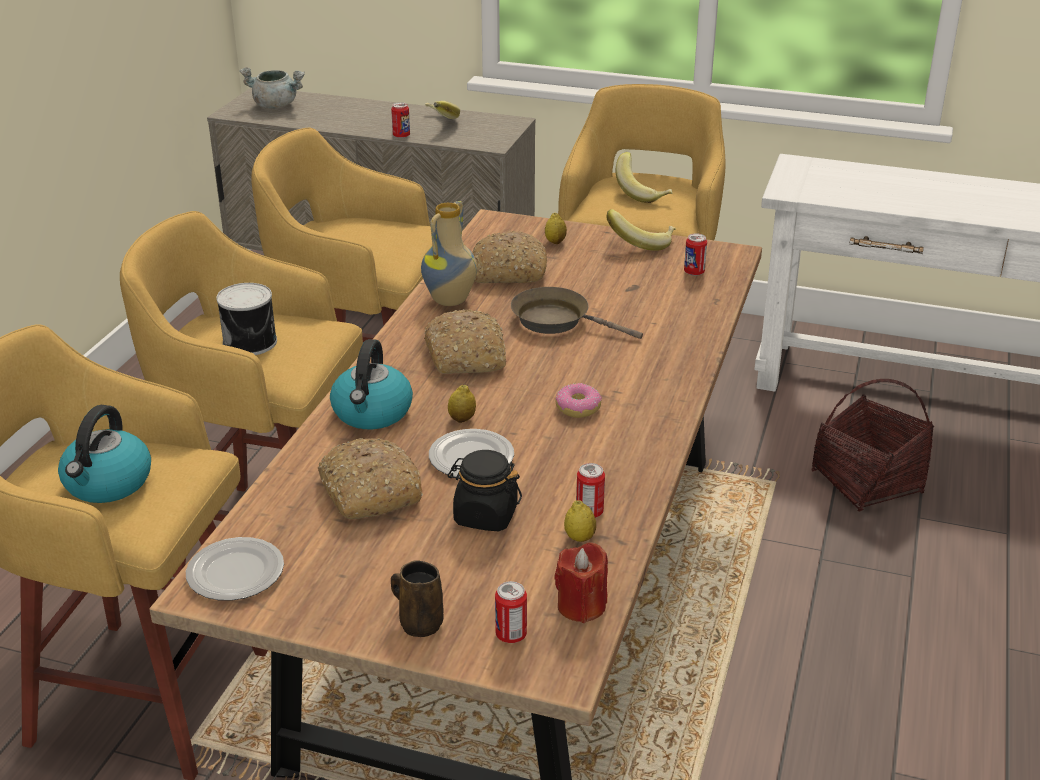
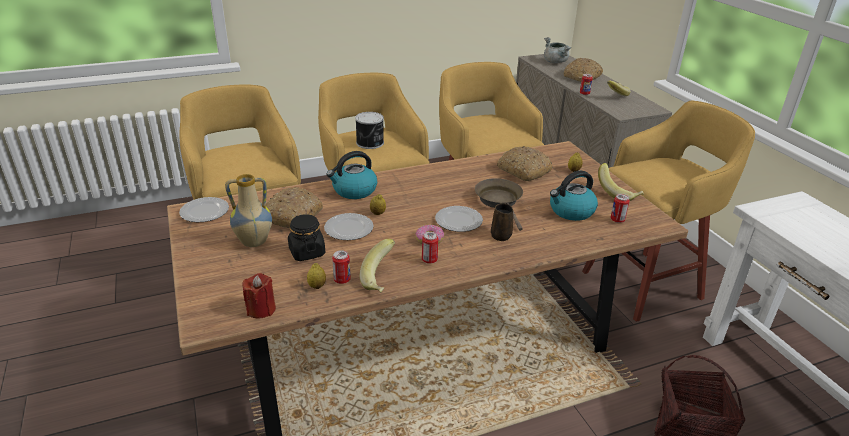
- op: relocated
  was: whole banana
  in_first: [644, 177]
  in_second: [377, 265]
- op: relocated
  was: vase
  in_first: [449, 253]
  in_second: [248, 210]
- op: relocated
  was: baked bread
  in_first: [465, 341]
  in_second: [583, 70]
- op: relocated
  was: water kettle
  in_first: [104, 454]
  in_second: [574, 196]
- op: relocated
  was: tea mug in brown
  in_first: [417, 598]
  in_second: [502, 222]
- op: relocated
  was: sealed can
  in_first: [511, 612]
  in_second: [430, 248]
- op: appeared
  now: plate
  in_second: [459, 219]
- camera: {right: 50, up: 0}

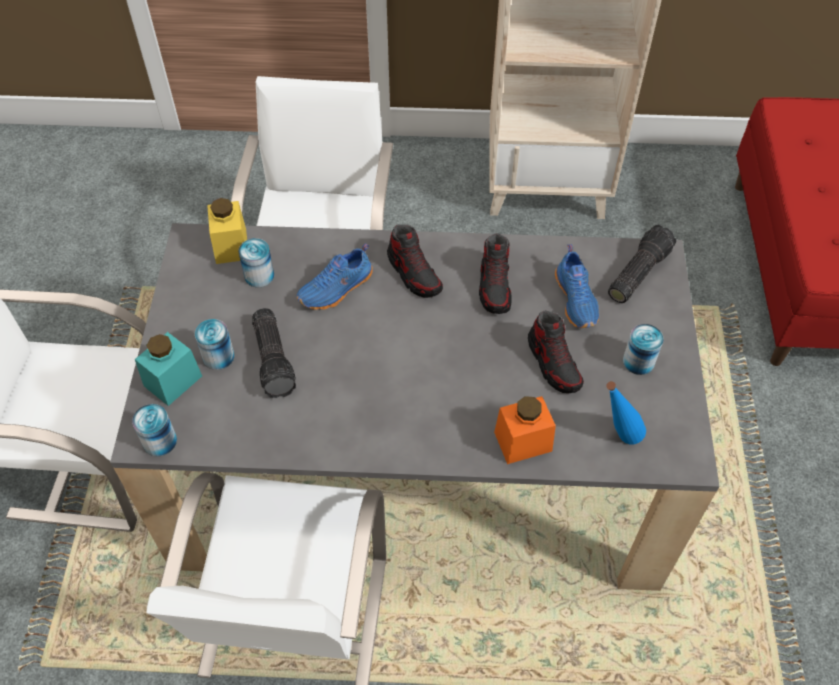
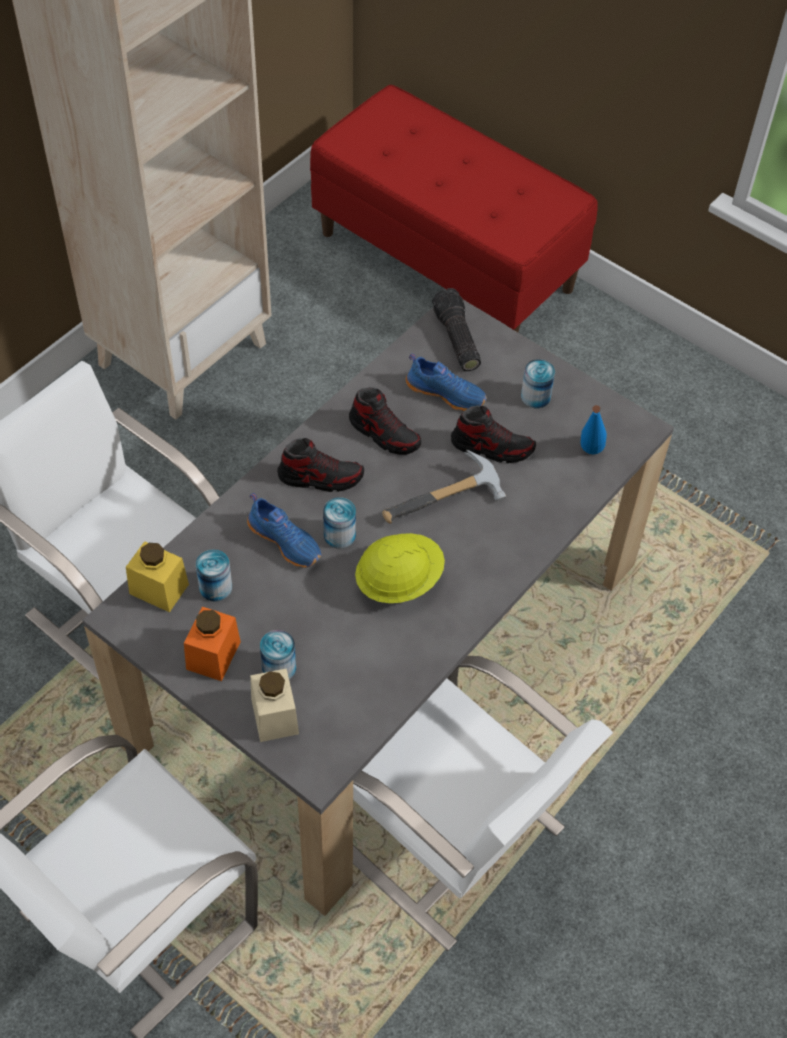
- op: spun
  was: item of footwear in blue
  in_first: [334, 276]
  in_second: [284, 530]
  clockwise: -45
- op: missing
  was: flashlight
  in_first: [274, 353]
- op: colour
  was: jar in blue-green
  now: jar in beige
  in_first: [168, 369]
  in_second: [274, 705]
- op: relocated
  was: jar in orange-coloured
  in_first: [525, 430]
  in_second: [212, 644]
- op: relocated
  was: sealed can
  in_first: [154, 430]
  in_second: [339, 523]
- op: appeared
  now: hammer
  in_second: [444, 487]
- op: appeared
  now: safety helmet in yellowish
  in_second: [400, 568]
- camera: {right: -55, up: 0}

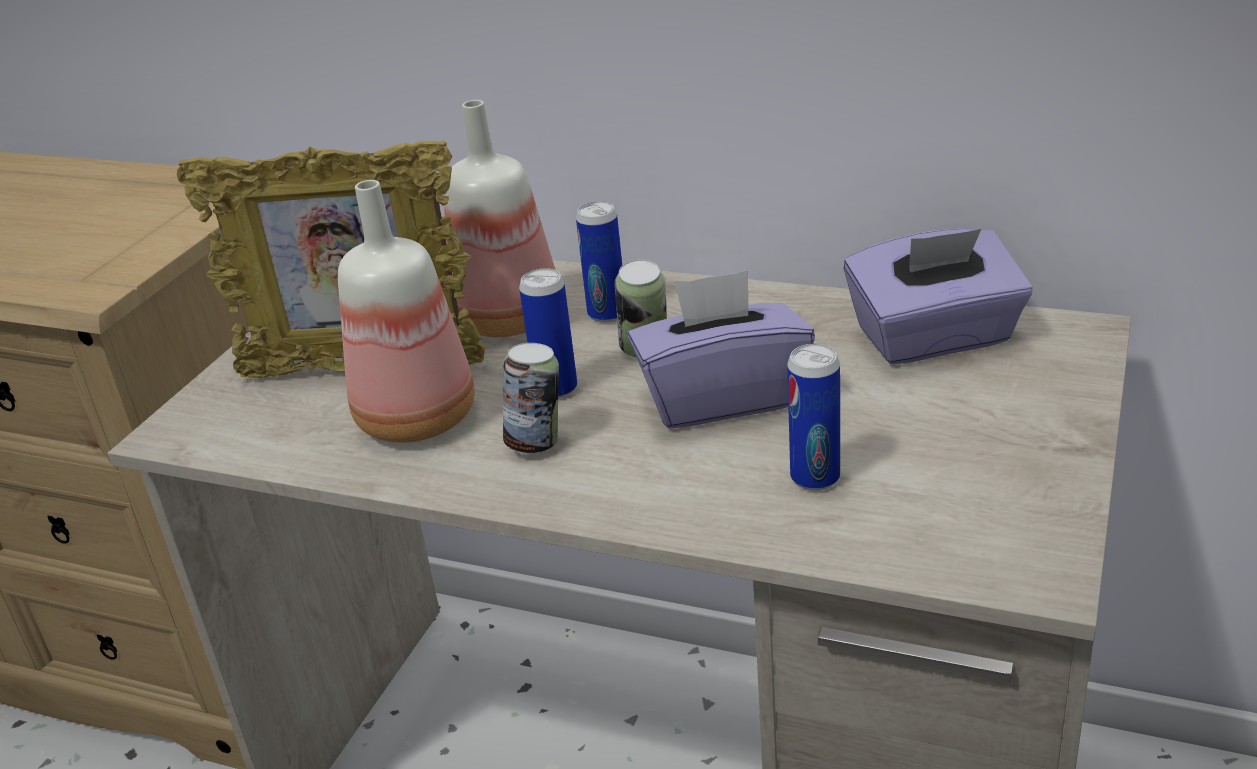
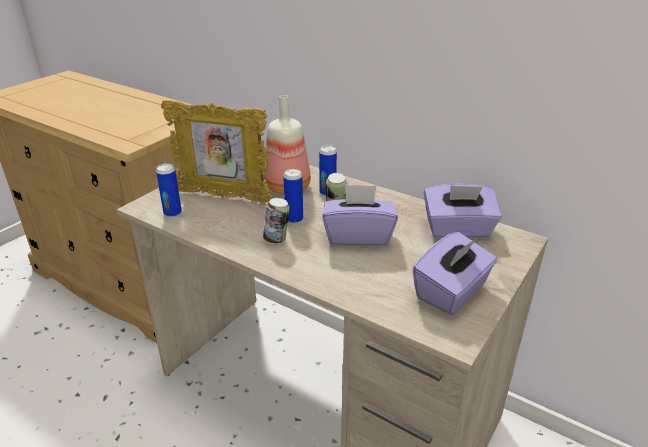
- op: missing
  was: beverage bottle
  in_first: [406, 311]
- op: relocated
  was: sealed can
  in_first: [813, 417]
  in_second: [169, 190]
- op: appeared
  now: tissue box in purple
  in_second: [455, 273]
- camera: {right: 10, up: 0}

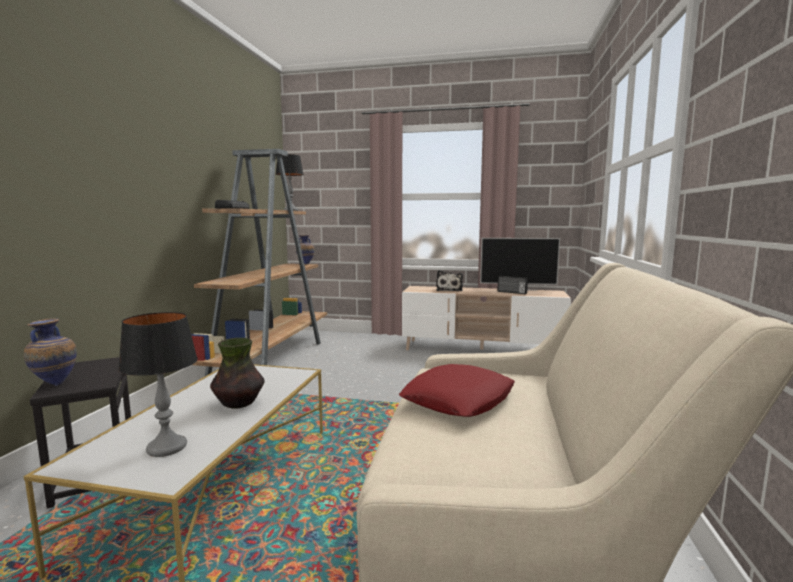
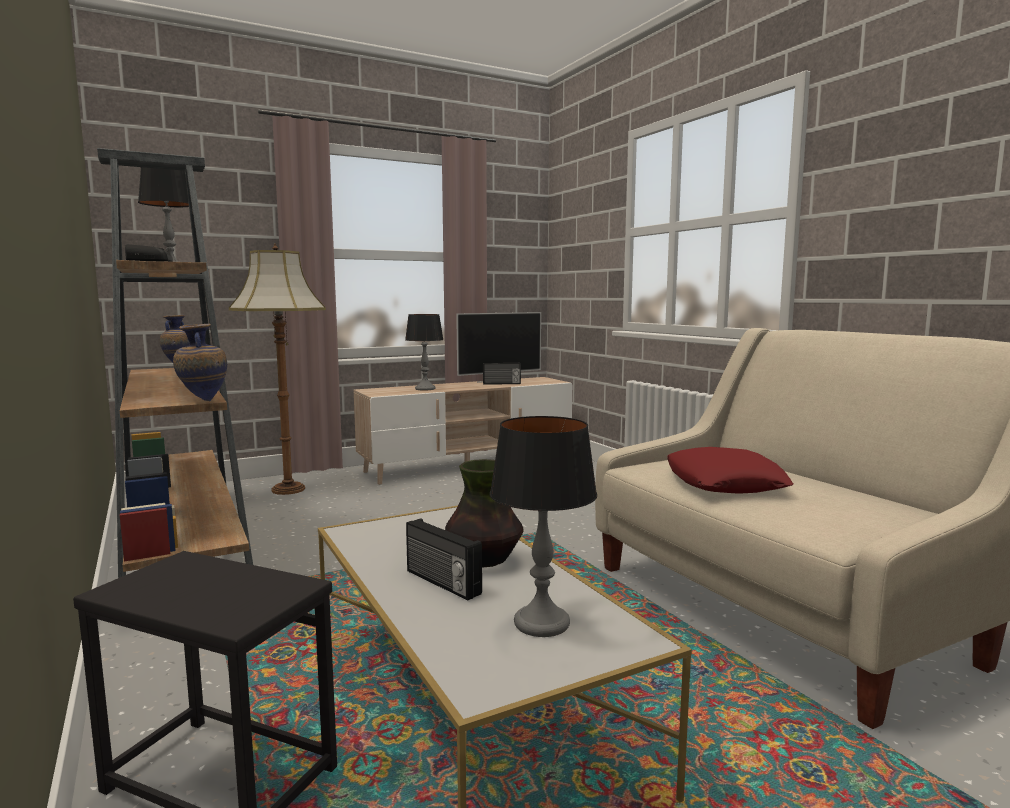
- op: exchanged
  was: cuddly toy
  now: table lamp
  in_first: [449, 280]
  in_second: [424, 352]
- op: relocated
  was: vase
  in_first: [50, 352]
  in_second: [200, 362]
- op: appeared
  now: standard lamp
  in_second: [277, 369]
- op: appeared
  now: radio receiver
  in_second: [444, 559]
- camera: {right: -40, up: 0}

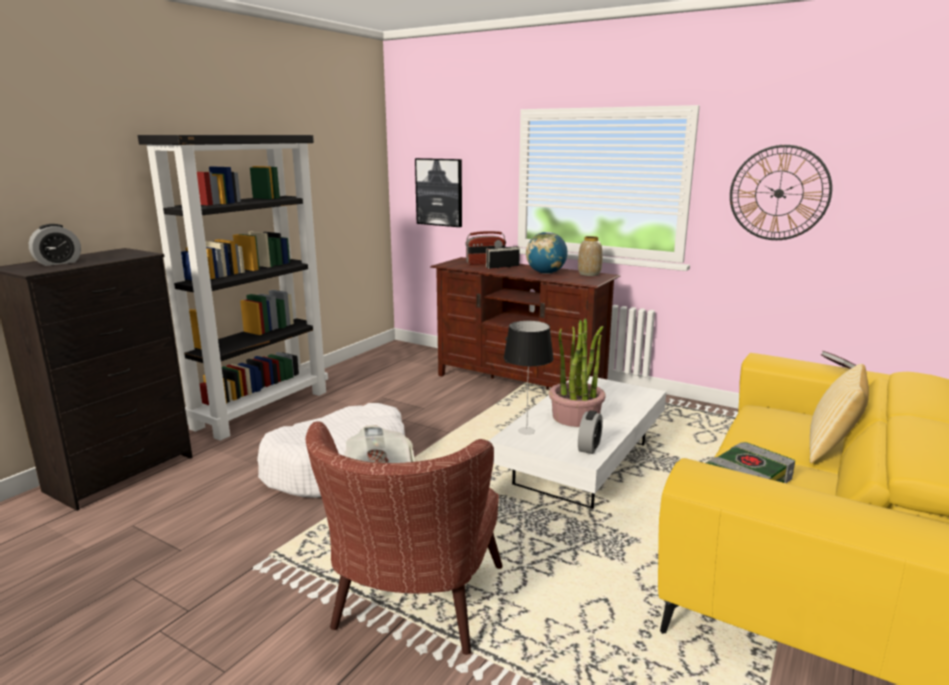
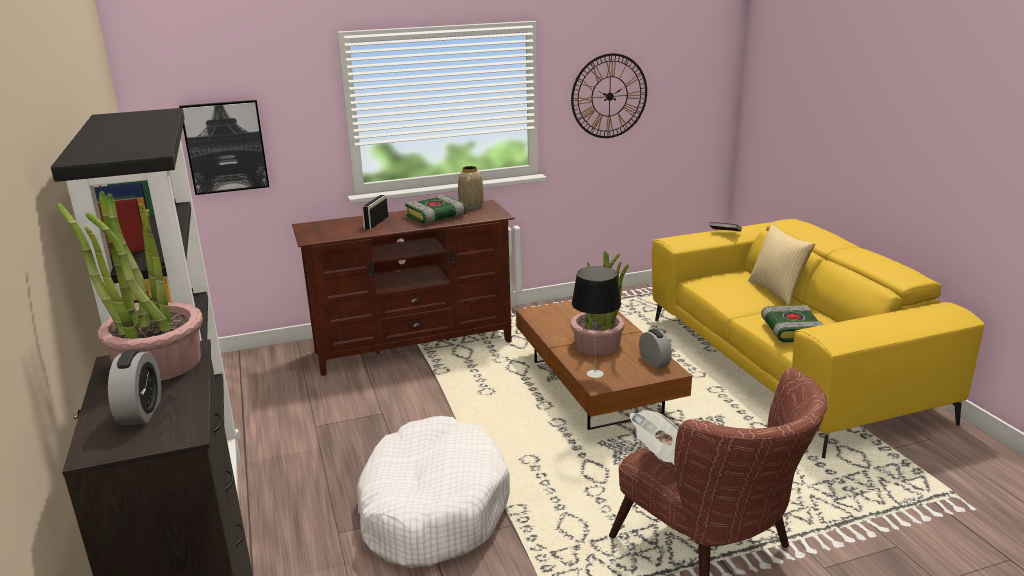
- op: missing
  was: radio receiver
  in_first: [485, 248]
- op: exchanged
  was: desk globe
  now: bound book
  in_first: [547, 253]
  in_second: [435, 209]
- op: colour
  was: coffee table in white
  now: coffee table in brown
  in_first: [577, 441]
  in_second: [604, 365]
- op: appeared
  now: potted plant
  in_second: [129, 286]
- camera: {right: -50, up: 5}

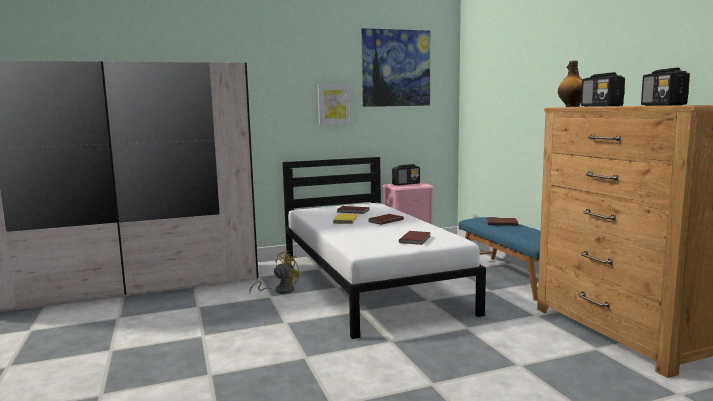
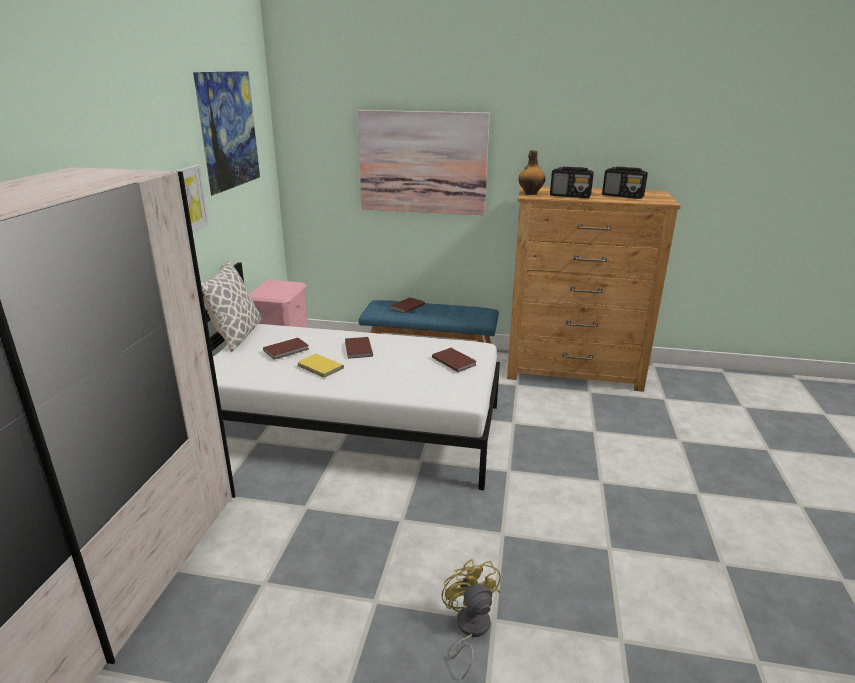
- op: missing
  was: radio receiver
  in_first: [406, 175]
- op: relocated
  was: electric fan in yellowish
  in_first: [276, 272]
  in_second: [471, 619]
- op: appeared
  now: wall art
  in_second: [424, 162]
- op: appeared
  now: throw pillow
  in_second: [231, 306]
- camera: {right: -60, up: 15}

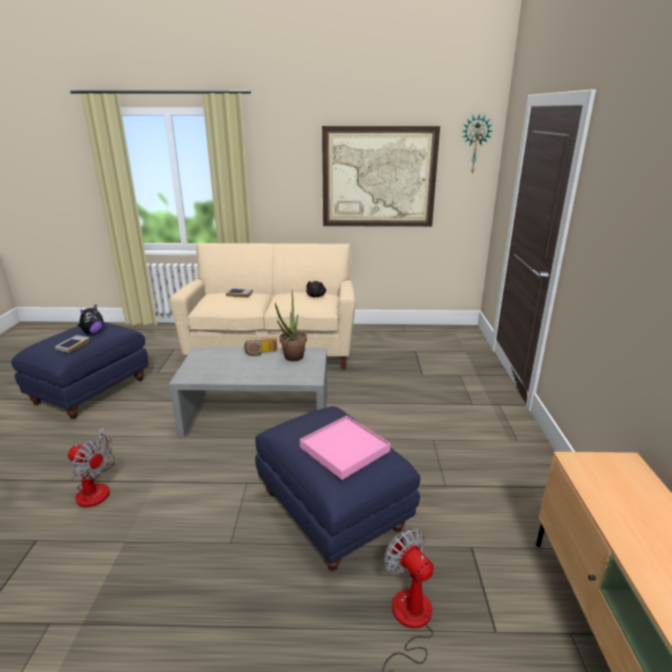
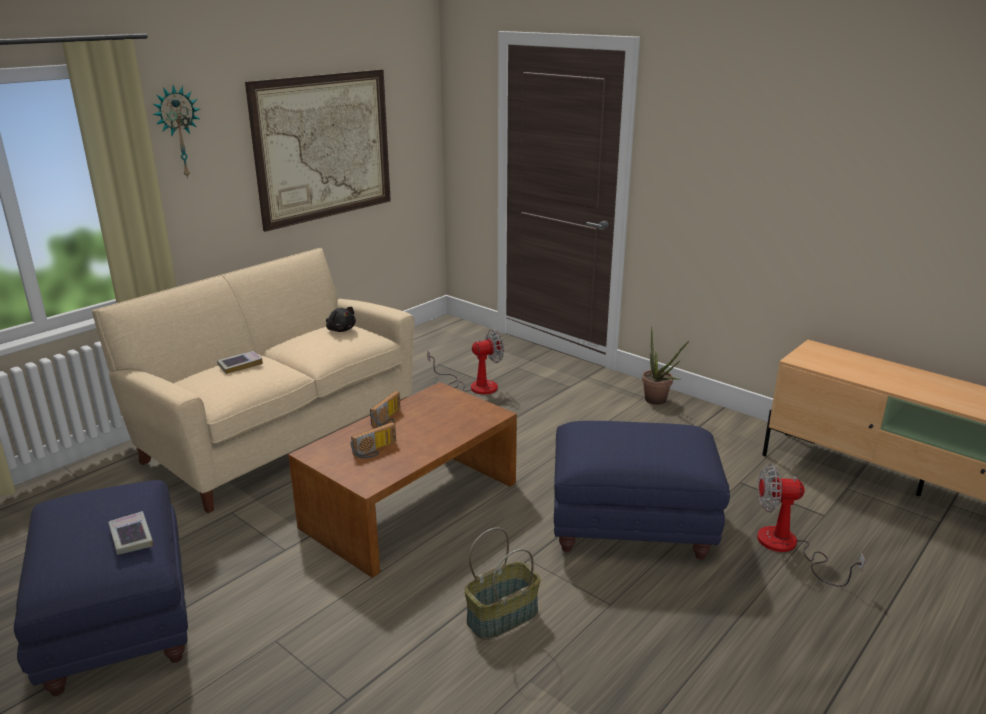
- op: relocated
  was: hanging clock
  in_first: [478, 144]
  in_second: [176, 132]
- op: relocated
  was: potted plant
  in_first: [291, 325]
  in_second: [665, 366]
- op: missing
  was: cuddly toy
  in_first: [91, 319]
- op: colour
  was: coffee table in grey
  now: coffee table in brown
  in_first: [248, 392]
  in_second: [402, 480]
- op: missing
  was: carrying tray in pinkish
  in_first: [345, 448]
- op: relocated
  was: electric fan
  in_first: [91, 467]
  in_second: [465, 361]
- op: appeared
  now: radio receiver
  in_second: [373, 440]
- op: appeared
  now: storage basket
  in_second: [502, 583]
- camera: {right: -50, up: 0}

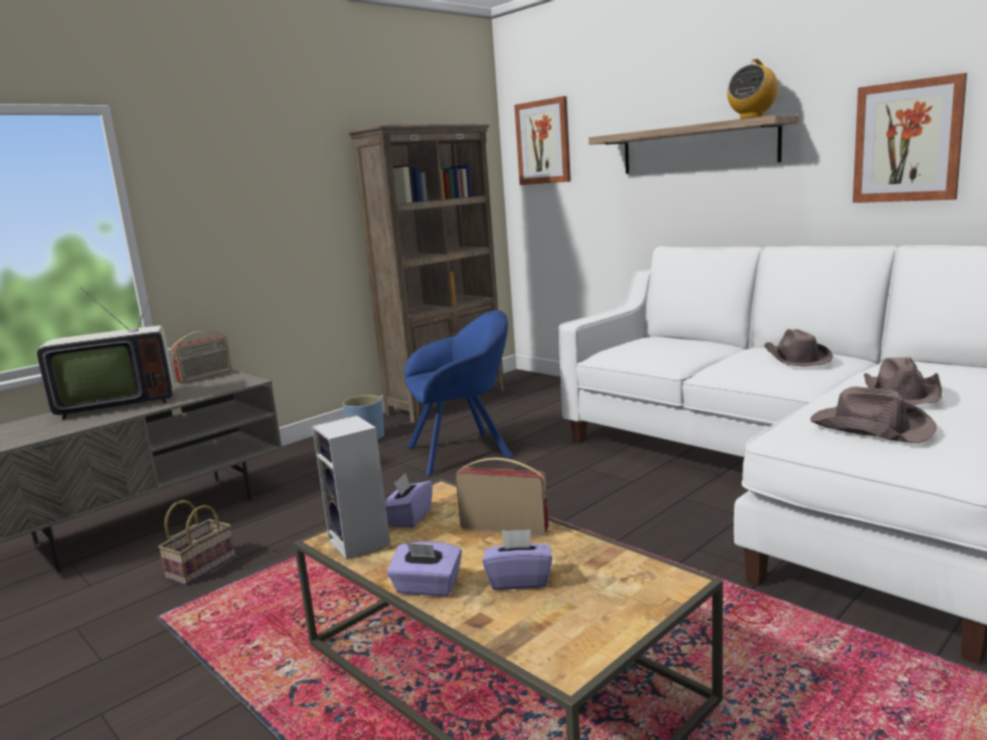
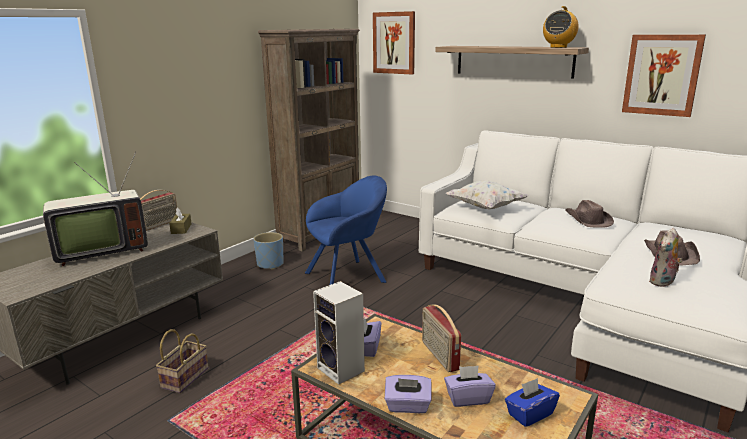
- op: exchanged
  was: hat in brown
  now: cuddly toy
  in_first: [873, 414]
  in_second: [665, 257]
- op: spun
  was: radio receiver
  in_first: [502, 497]
  in_second: [441, 338]
  clockwise: -120
- op: appeared
  now: throw pillow in white
  in_second: [487, 195]
- op: appeared
  now: tissue box in brown
  in_second: [180, 220]
- op: appeared
  now: tissue box in blue
  in_second: [532, 402]
- camera: {right: -10, up: 5}

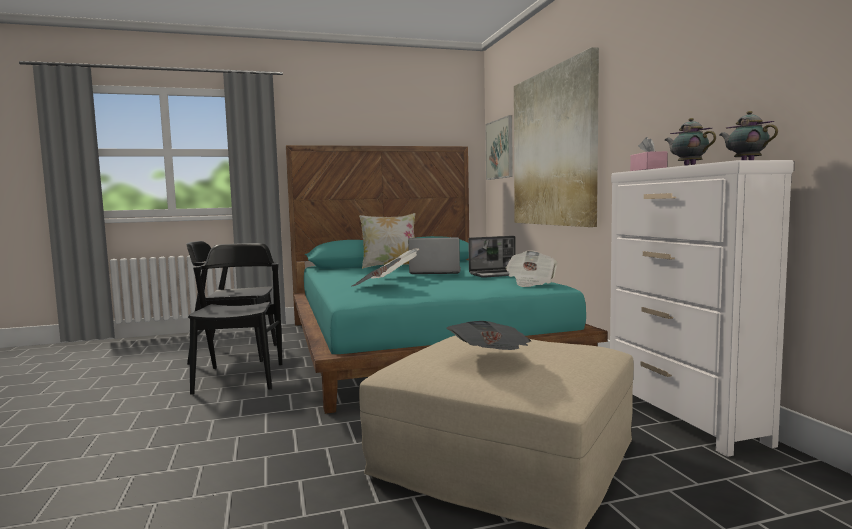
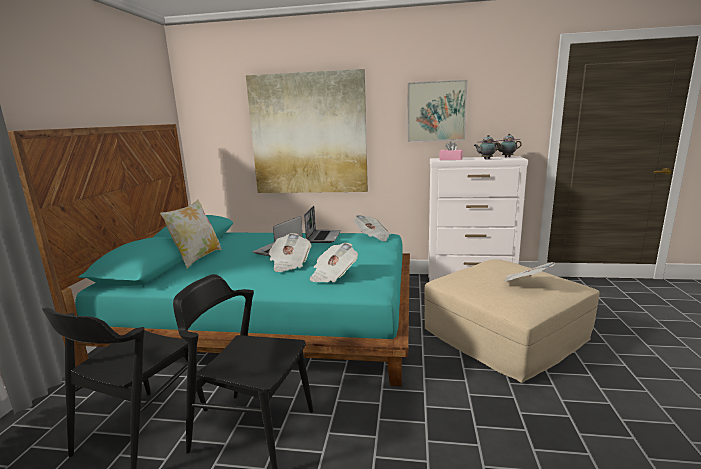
- op: relocated
  was: wall art
  in_first: [499, 147]
  in_second: [437, 111]
- camera: {right: -65, up: 10}

